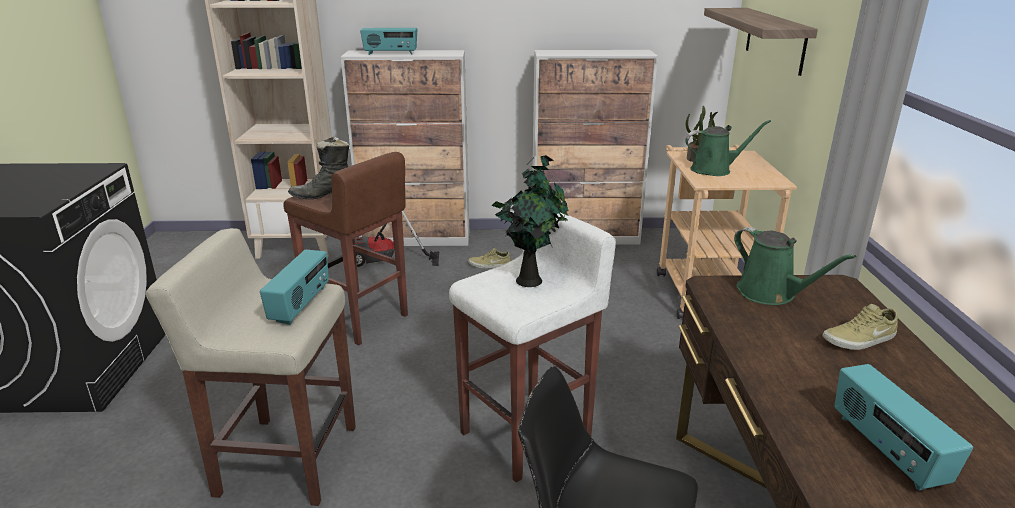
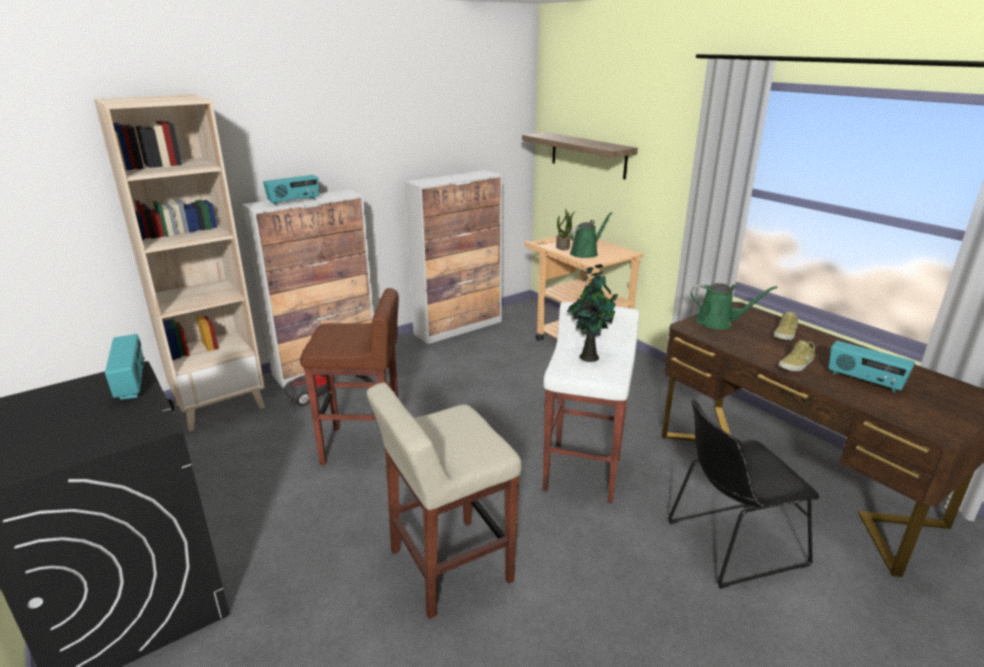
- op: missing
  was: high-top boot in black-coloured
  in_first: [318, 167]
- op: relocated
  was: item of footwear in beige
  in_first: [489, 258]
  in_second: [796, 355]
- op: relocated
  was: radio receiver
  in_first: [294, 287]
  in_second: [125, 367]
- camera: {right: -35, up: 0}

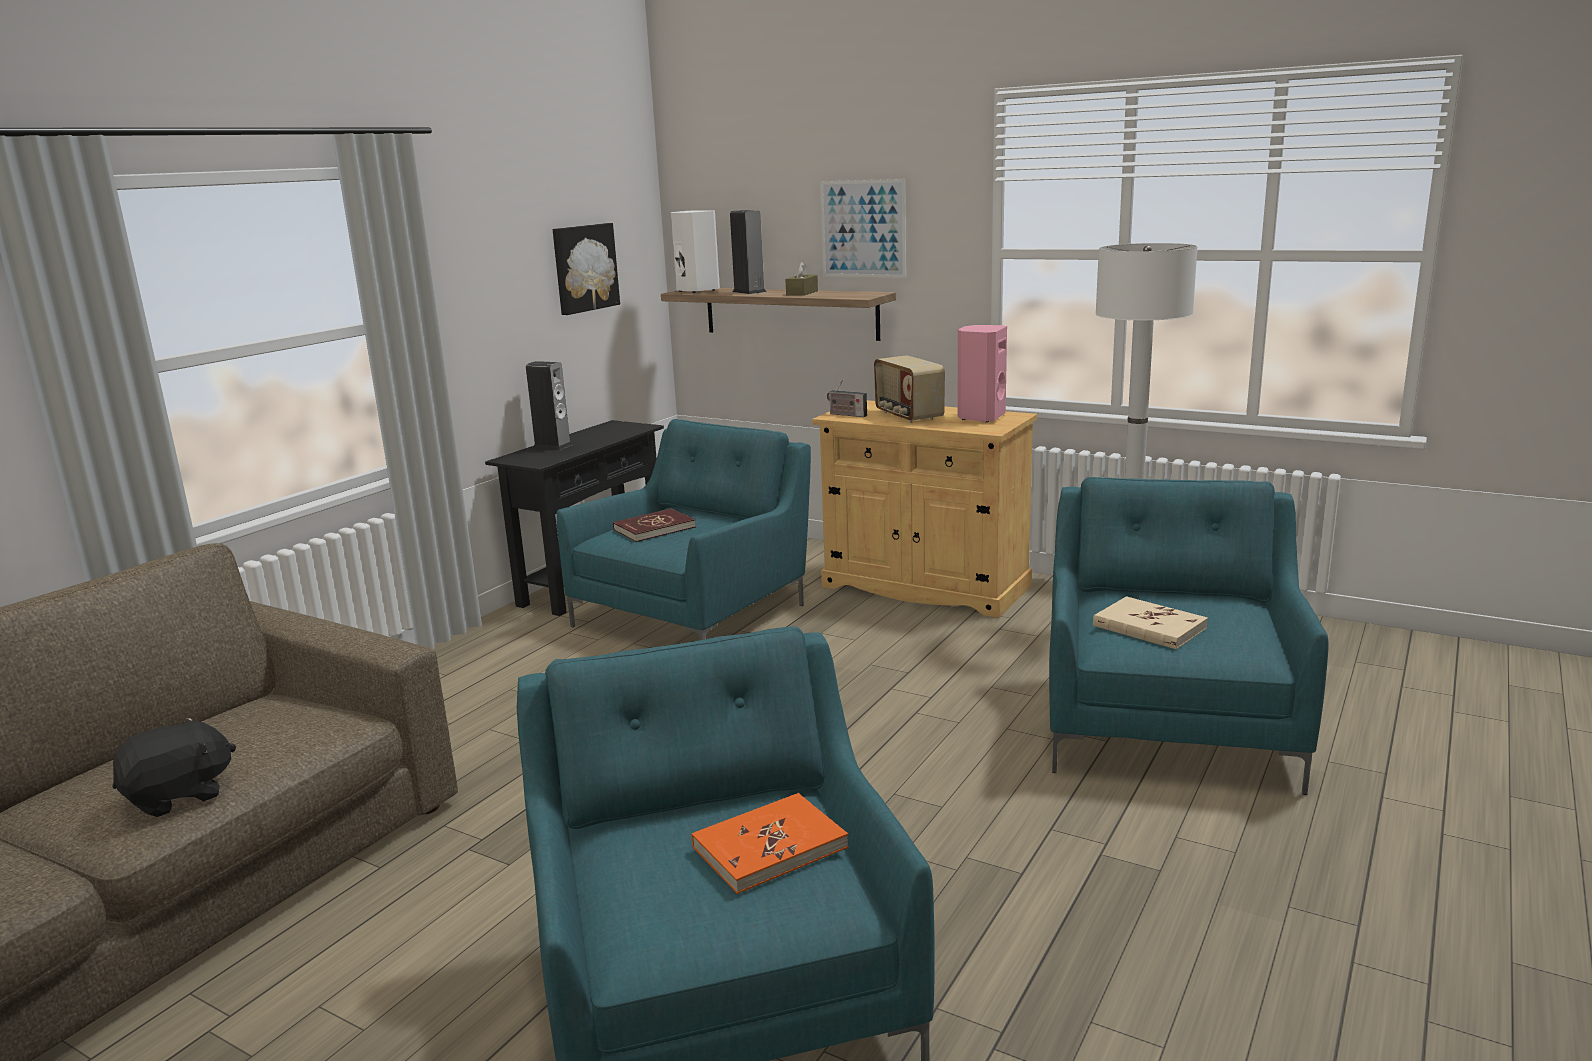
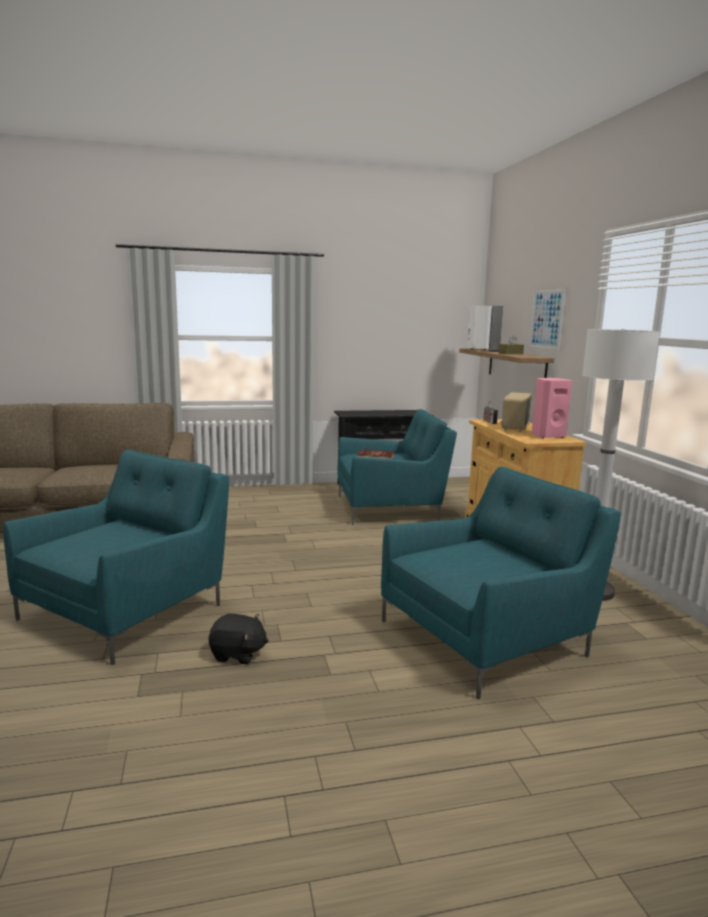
- op: missing
  was: wall art
  in_first: [586, 269]
- op: missing
  was: audio speaker
  in_first: [549, 405]
- op: missing
  was: bound book in beige
  in_first: [1150, 622]
- op: relocated
  was: cuddly toy in black-coloured
  in_first: [174, 766]
  in_second: [238, 639]
- op: missing
  was: bound book in orange-coloured
  in_first: [770, 843]
- camera: {right: 45, up: -5}

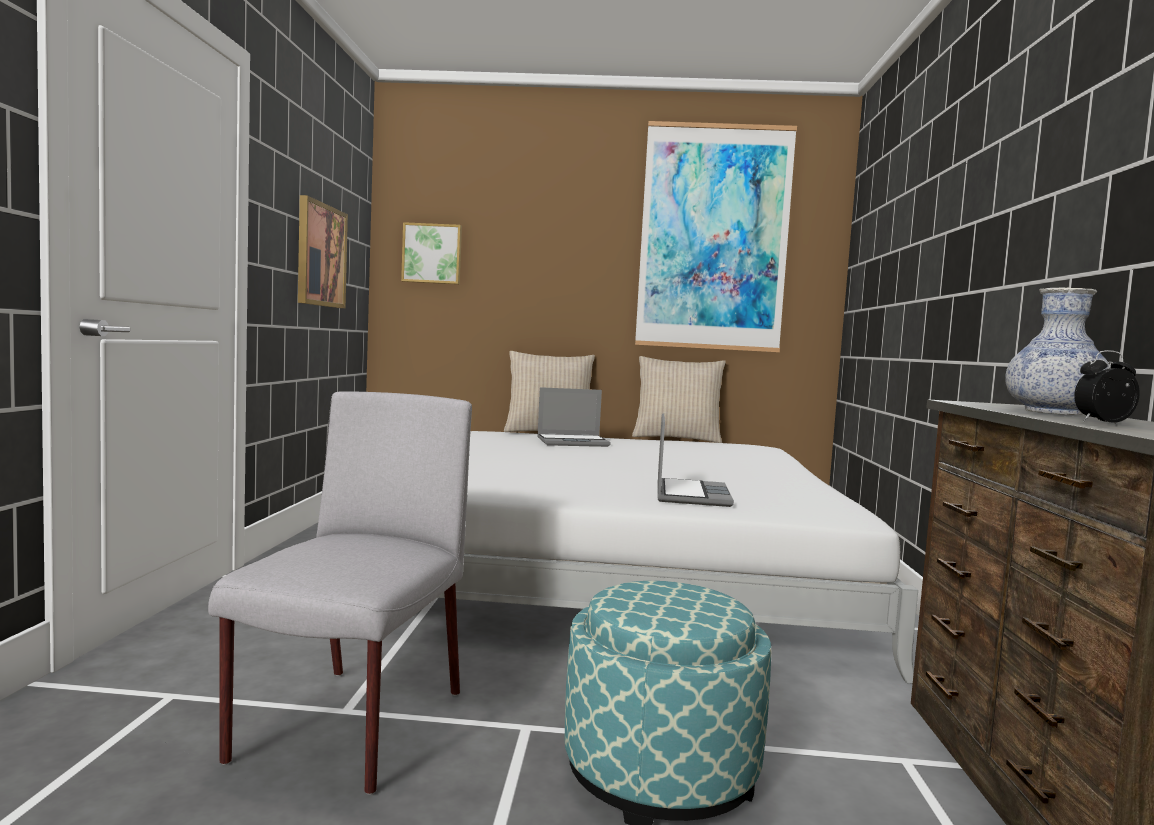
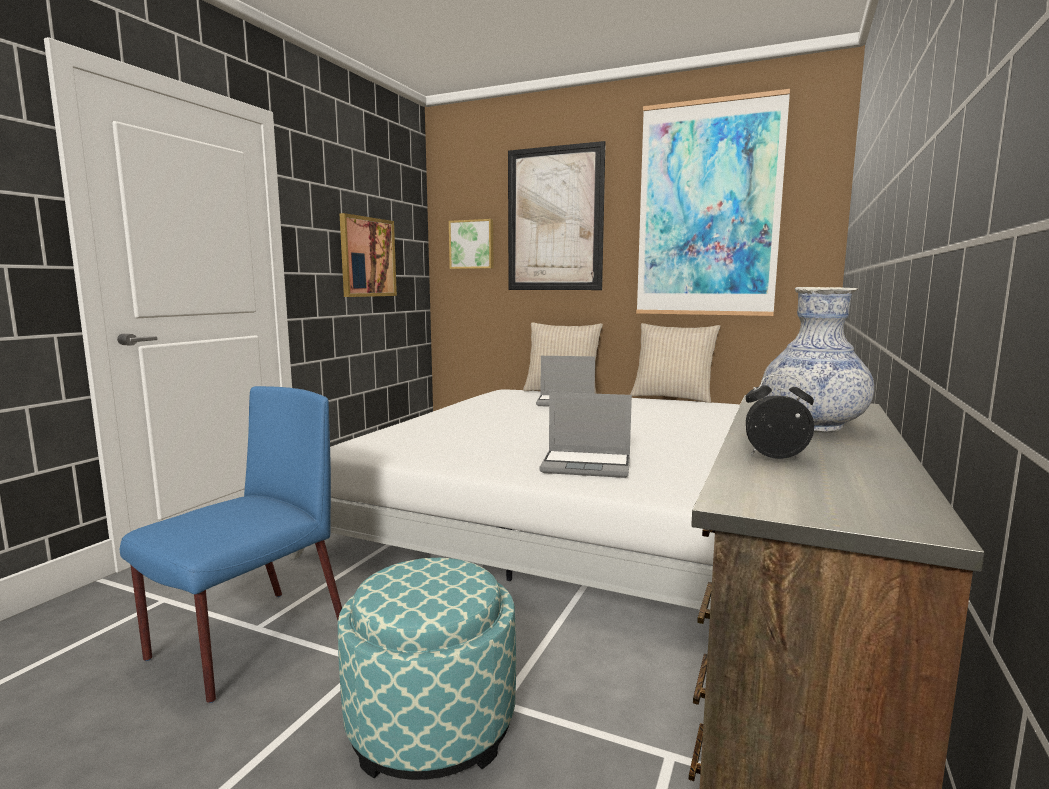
- op: colour
  was: chair in grey
  now: chair in blue
  in_first: [340, 593]
  in_second: [231, 544]
- op: spun
  was: portable computer
  in_first: [695, 460]
  in_second: [585, 435]
  clockwise: 75
- op: appeared
  now: wall art
  in_second: [557, 215]
- camera: {right: 20, up: 5}

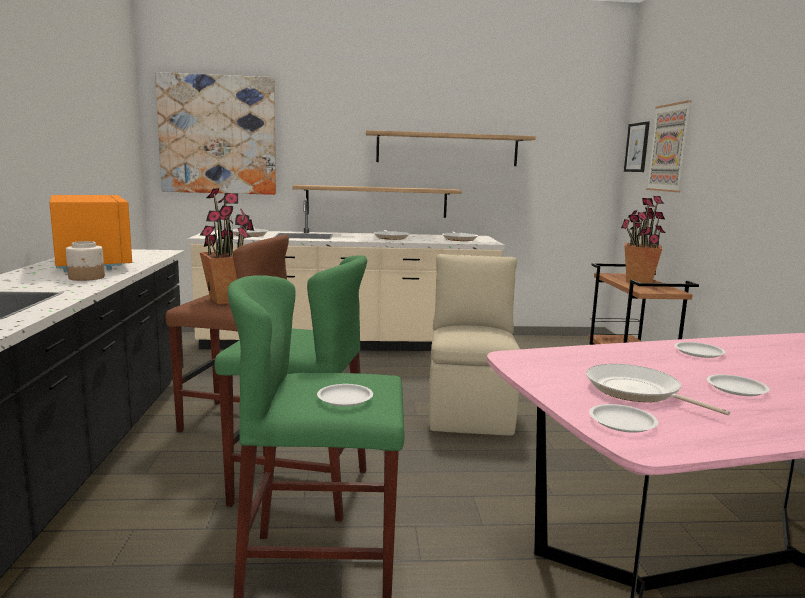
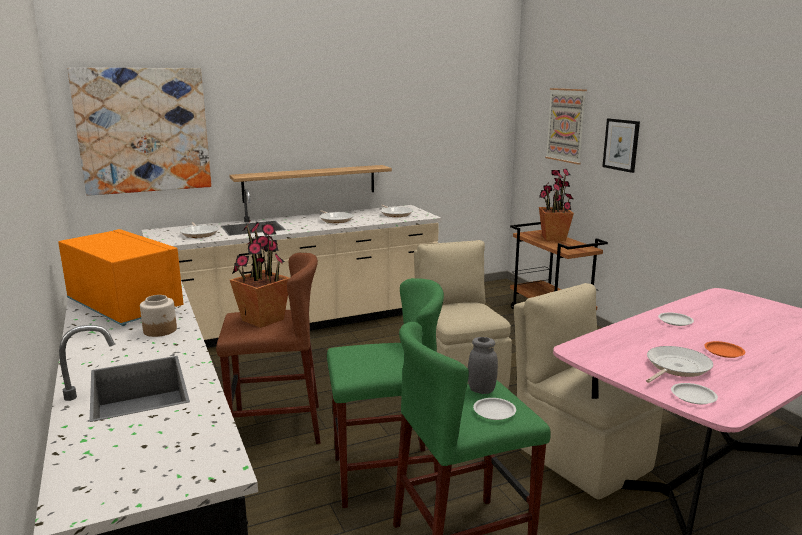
- op: relocated
  was: wall art
  in_first: [637, 147]
  in_second: [621, 145]
- op: missing
  was: bracket shelf
  in_first: [451, 148]
- op: spun
  was: pan
  in_first: [658, 389]
  in_second: [679, 364]
  clockwise: 105
- op: colour
  was: plate in white
  now: plate in orange-coloured
  in_first: [738, 385]
  in_second: [724, 349]
- op: appeared
  now: chair in beige
  in_second: [588, 391]
- op: appeared
  now: jar in grey
  in_second: [483, 365]
- camera: {right: -20, up: 5}

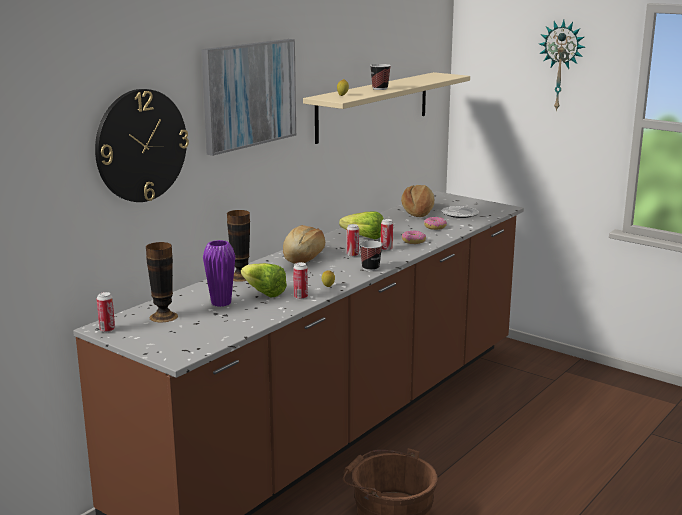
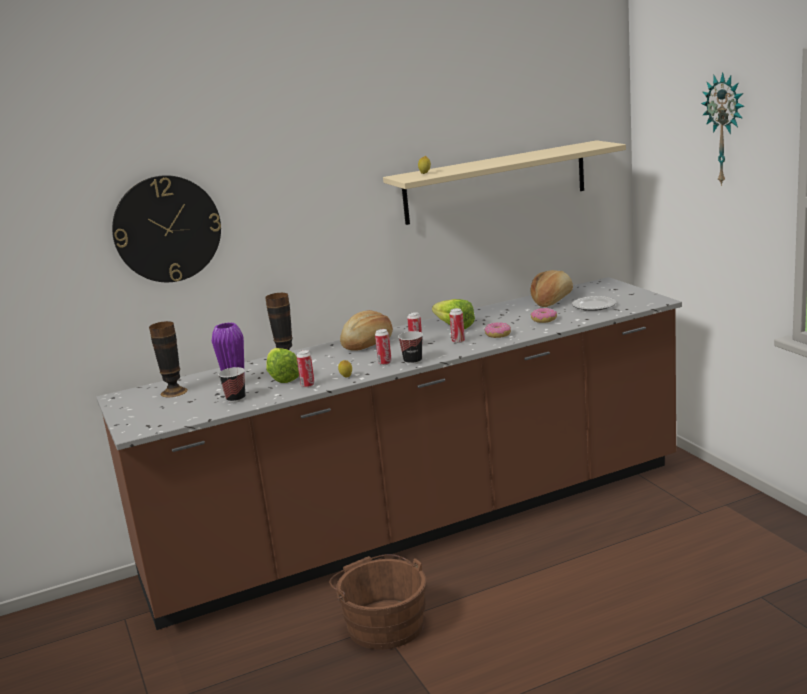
- op: missing
  was: wall art
  in_first: [248, 97]
- op: relocated
  was: small cup
  in_first: [380, 77]
  in_second: [231, 385]
- op: relocated
  was: sealed can
  in_first: [106, 312]
  in_second: [383, 347]
- camera: {right: 30, up: 0}

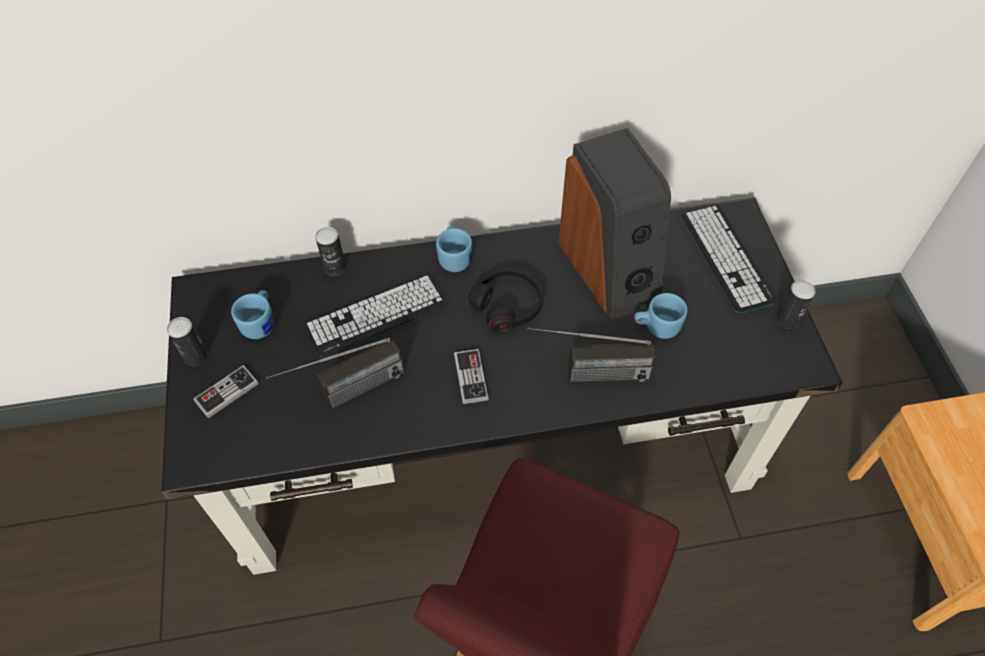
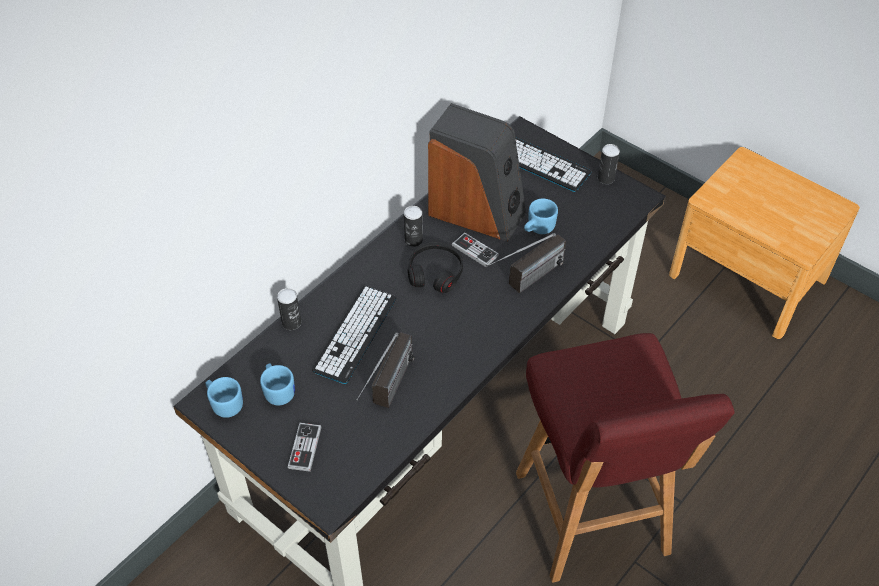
- op: relocated
  was: tea mug in blue
  in_first: [454, 249]
  in_second: [224, 397]
- op: relocated
  was: sealed can
  in_first: [187, 341]
  in_second: [413, 226]
- op: relocated
  was: gamepad
  in_first: [471, 376]
  in_second: [475, 249]
- camera: {right: -40, up: -5}

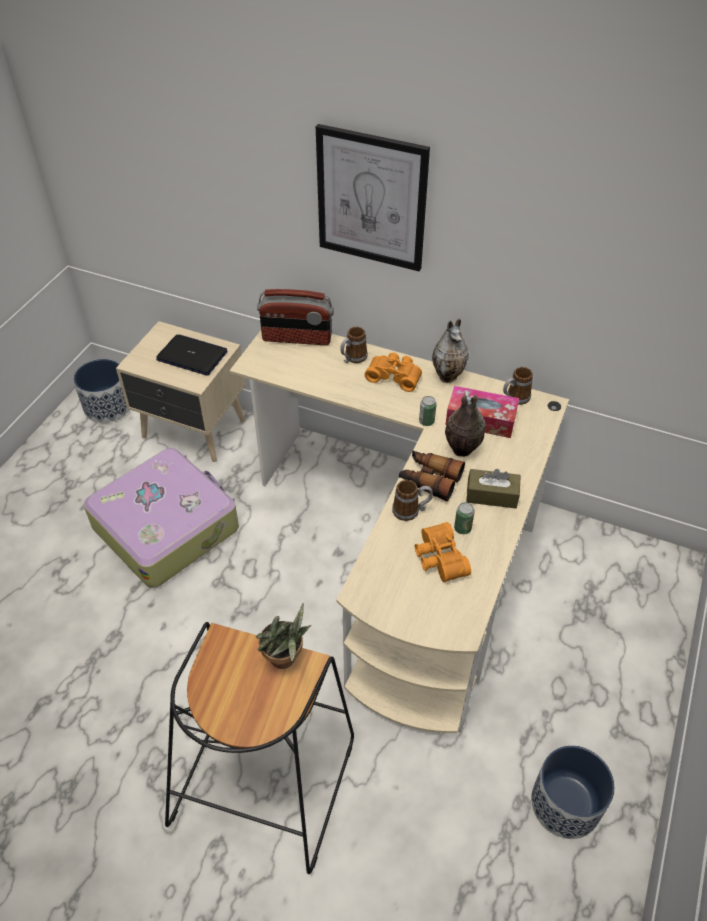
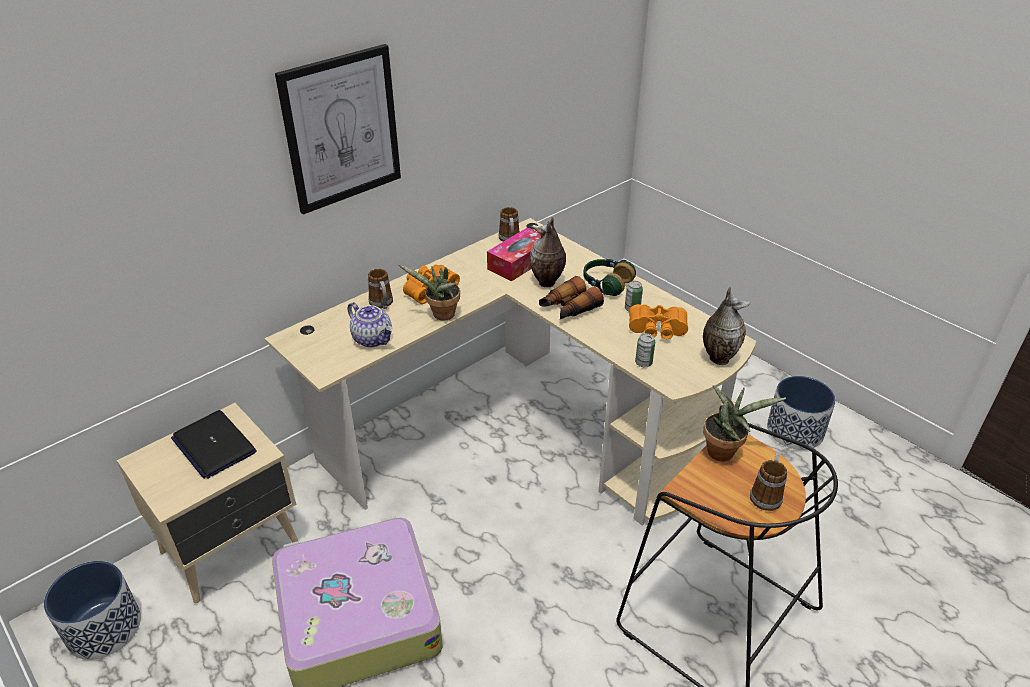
- op: missing
  was: radio receiver
  in_first: [295, 317]
- op: relocated
  was: vase
  in_first: [450, 351]
  in_second: [726, 326]
- op: spun
  was: portable computer
  in_first: [191, 355]
  in_second: [213, 444]
  clockwise: -90
- op: relocated
  was: sealed can
  in_first: [427, 411]
  in_second: [645, 350]
- op: exchanged
  was: tissue box in brown
  now: pair of headphones
  in_first: [493, 488]
  in_second: [609, 277]
- op: relocated
  was: tea mug
  in_first: [412, 500]
  in_second: [768, 481]
- op: appeared
  now: potted plant
  in_second: [429, 293]
- op: appeared
  now: pot for tea
  in_second: [370, 324]
- camera: {right: -65, up: -10}

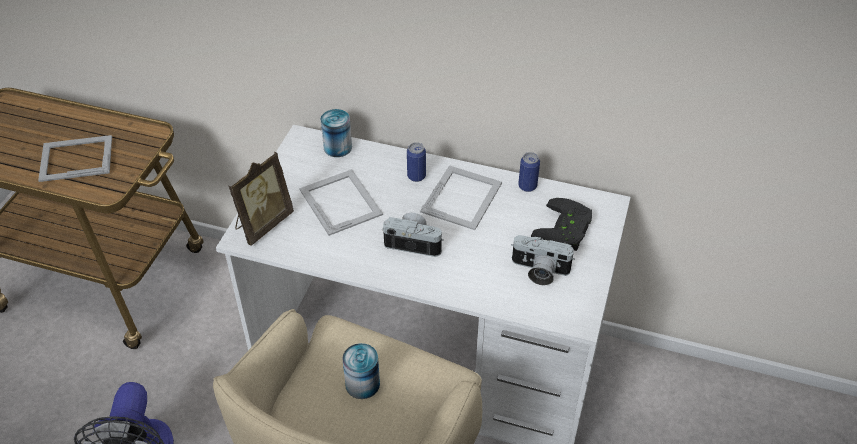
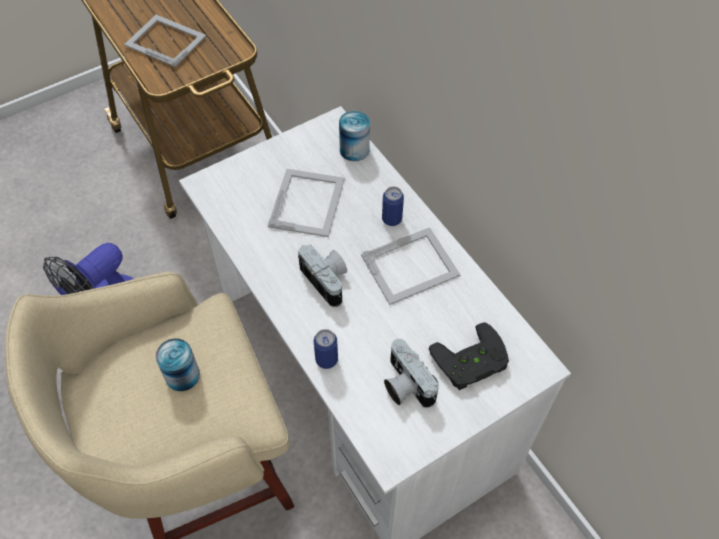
- op: missing
  was: standing frame
  in_first: [261, 199]
- op: relocated
  was: sealed can
  in_first: [529, 172]
  in_second: [326, 349]
- camera: {right: 40, up: 10}

